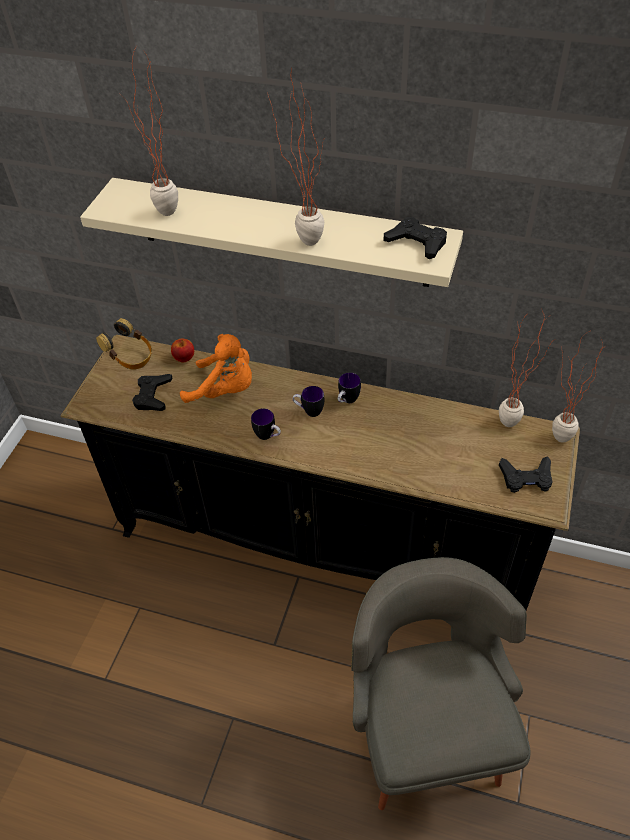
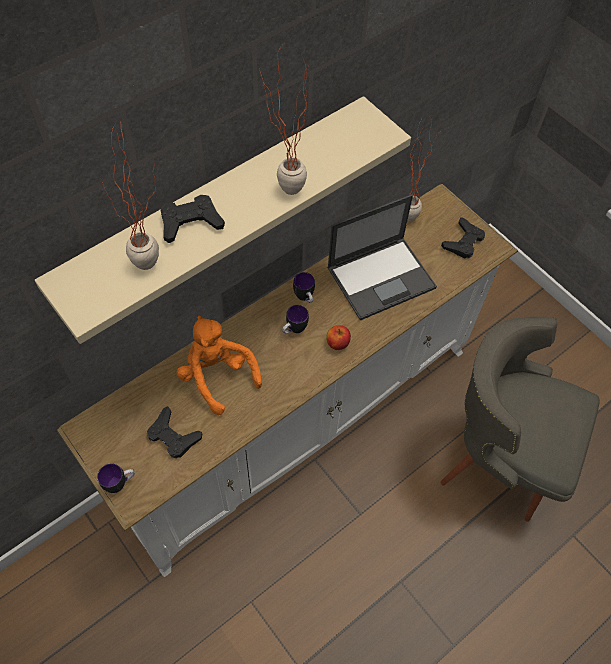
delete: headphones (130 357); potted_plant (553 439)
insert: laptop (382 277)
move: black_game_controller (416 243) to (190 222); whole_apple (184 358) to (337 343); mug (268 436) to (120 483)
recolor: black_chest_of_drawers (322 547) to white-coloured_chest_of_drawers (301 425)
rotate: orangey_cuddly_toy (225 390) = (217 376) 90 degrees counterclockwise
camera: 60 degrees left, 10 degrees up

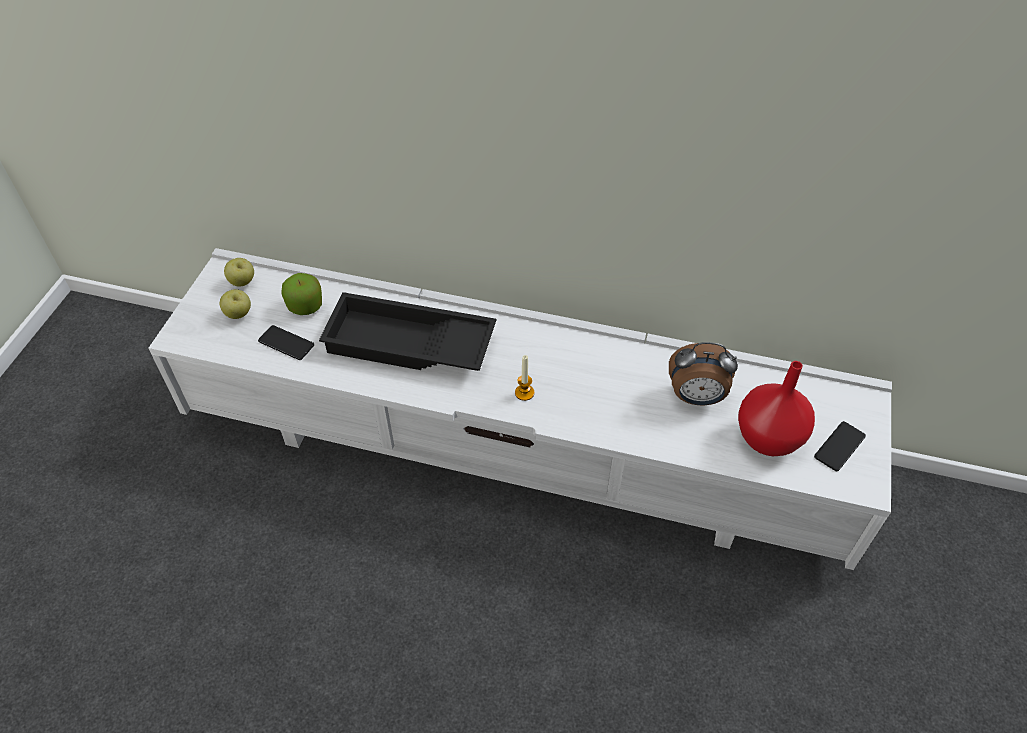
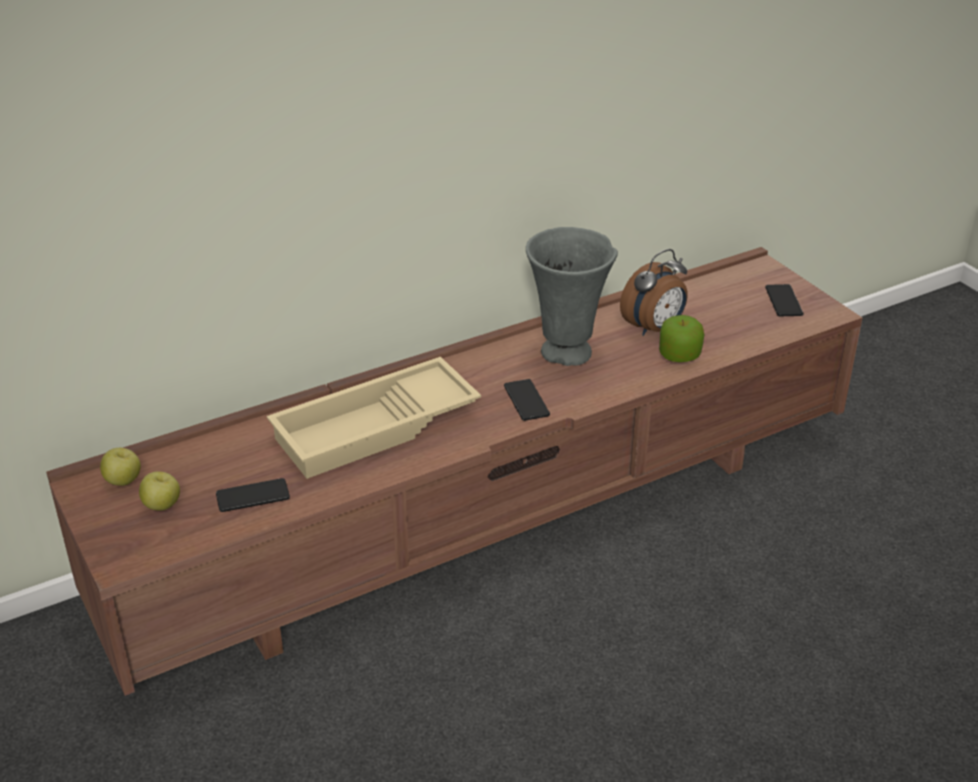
delete: red-coloured_flower_vase (767 440)
insert: grey_flower_vase (567 354)
move: whole_apple (305 306) to (679 355)
replace: wax_light (524 393) to telephone (526 401)
recolor: white-coloured_tv_stand (514 445) to brown-coloured_tv_stand (487 514); black_carrying_tray (408 345) to beige_carrying_tray (376 429)
camera: 45 degrees left, 15 degrees down

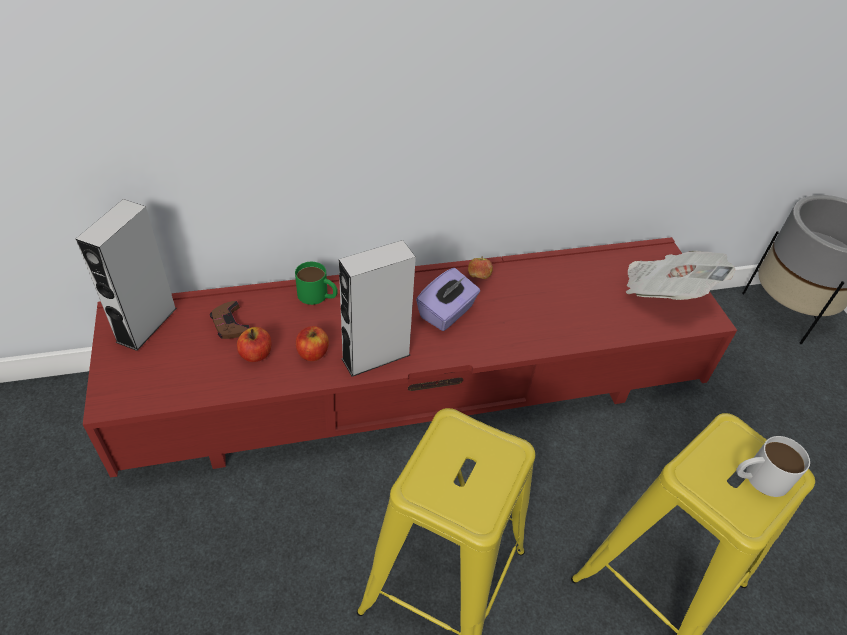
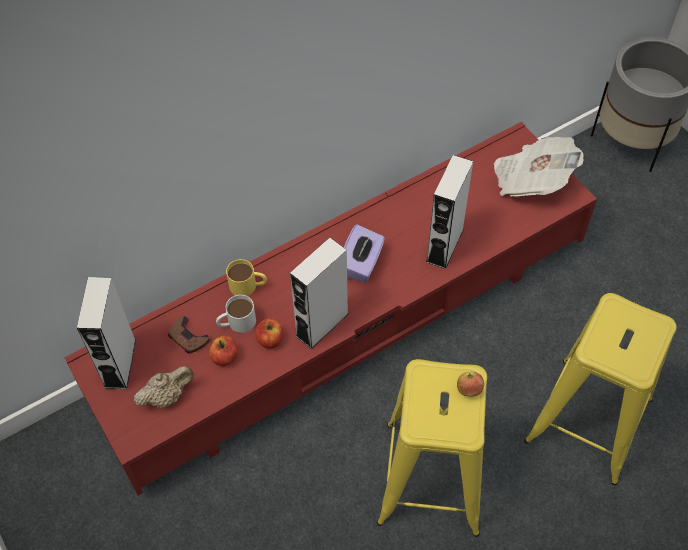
insert: grey_speaker (444 245); beige_teapot (167 396)
move: whole_apple (479 276) to (469 390); white-coloured_mug (759 477) to (236 323)
recolor: green_mug (318 296) to yellow-coloured_mug (248 285)
camera: 15 degrees left, 10 degrees up

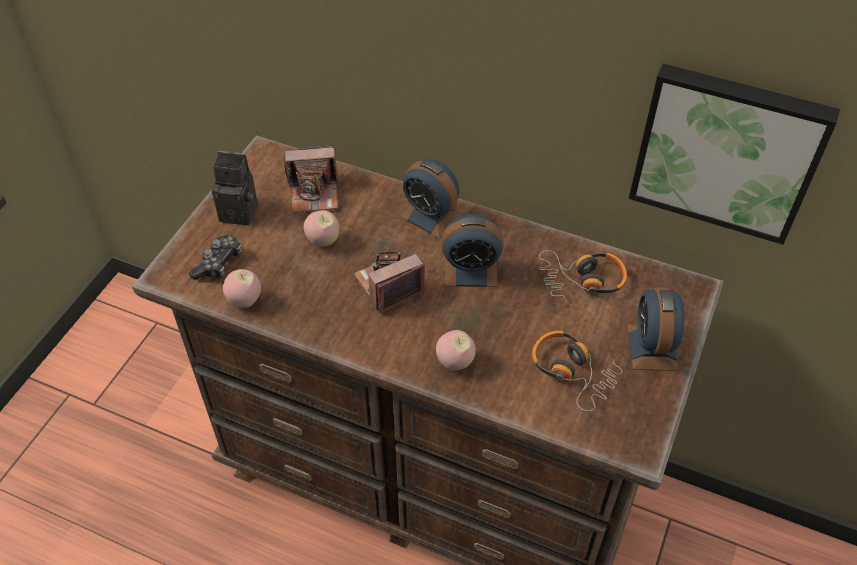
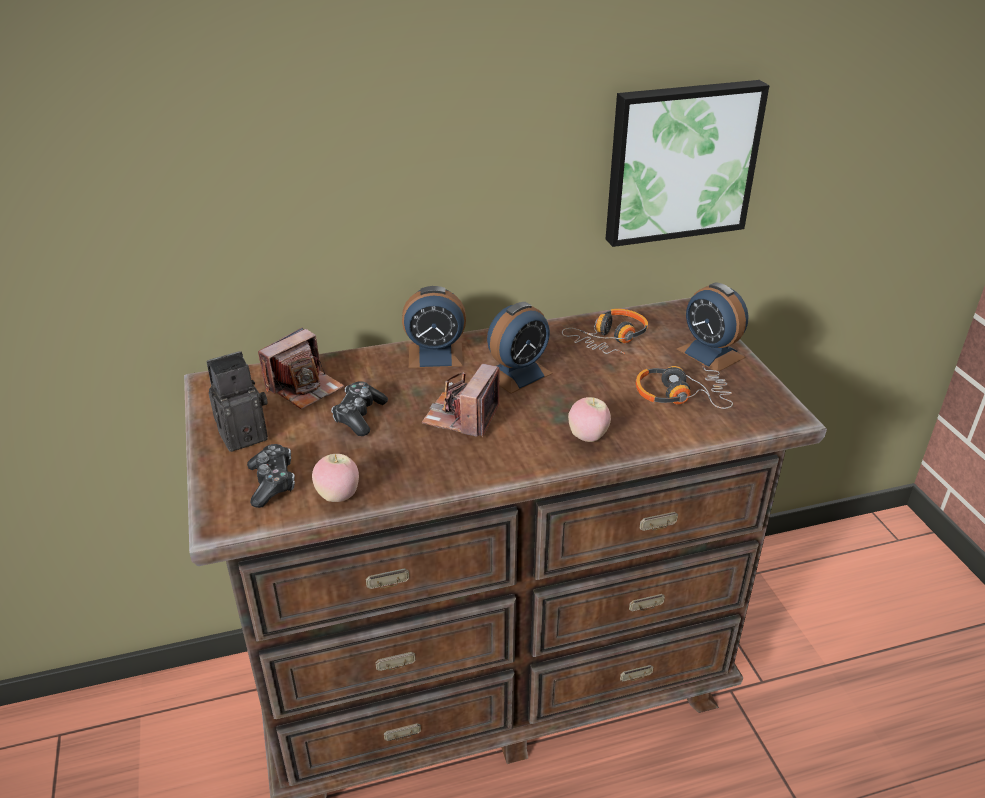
replace: whole_apple (323 241) to game_controller (359 416)
camera: 40 degrees left, 15 degrees down

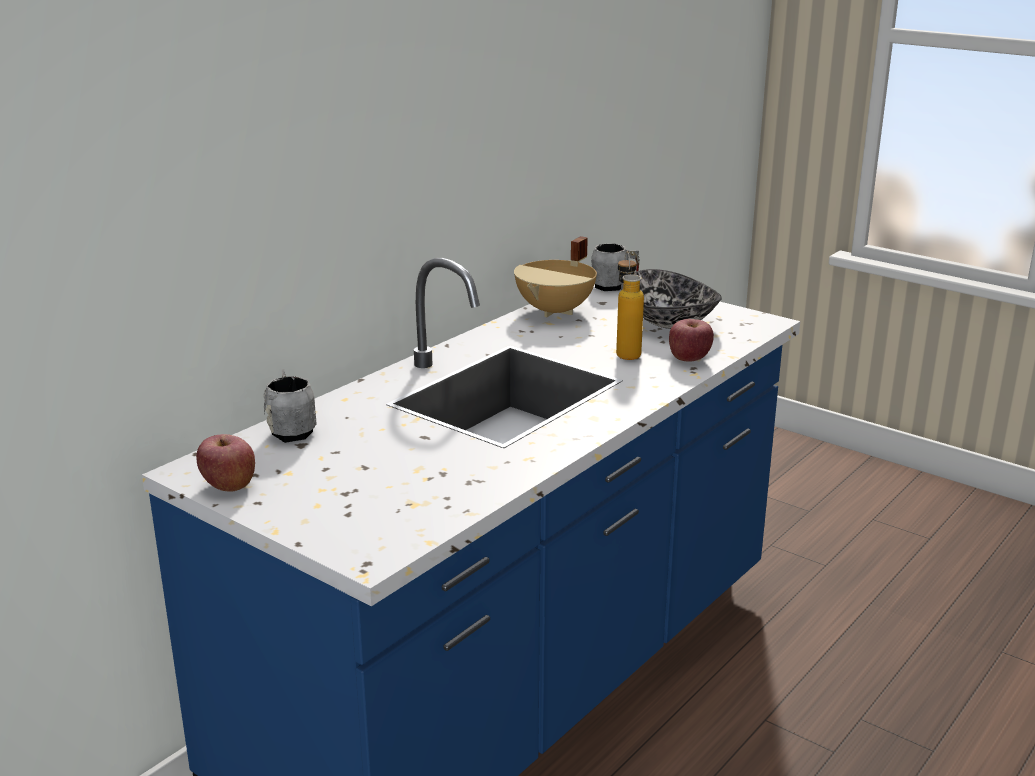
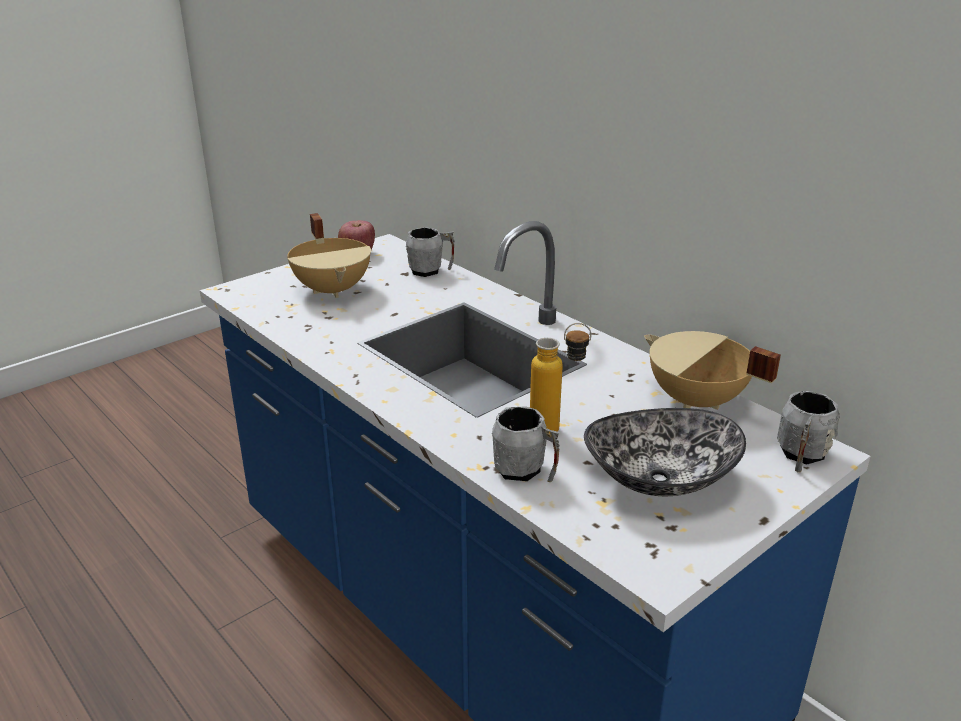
insert: beige_stockpot (333 290)
replace: whole_apple (689 359) to grey_mug (525 471)
camera: 100 degrees right, 5 degrees up

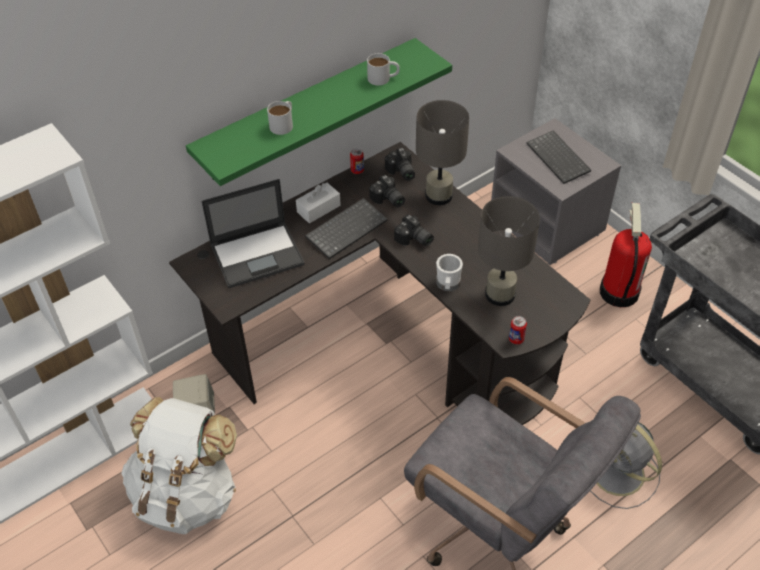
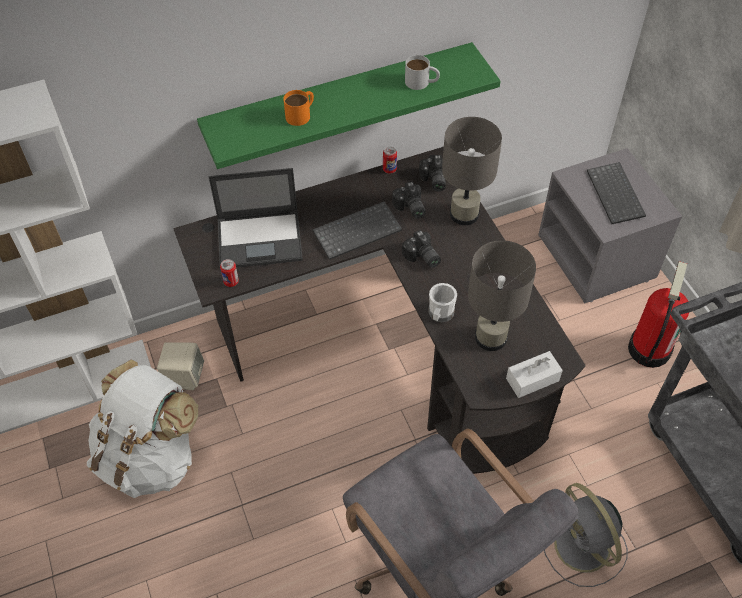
move: white-coloured_tissue_box (318 209) to (532 379); sealed_can (516 339) to (231 282)
recolor: white-coloured_mug (283 124) to orangey_mug (301 114)
camera: 15 degrees right, 5 degrees up

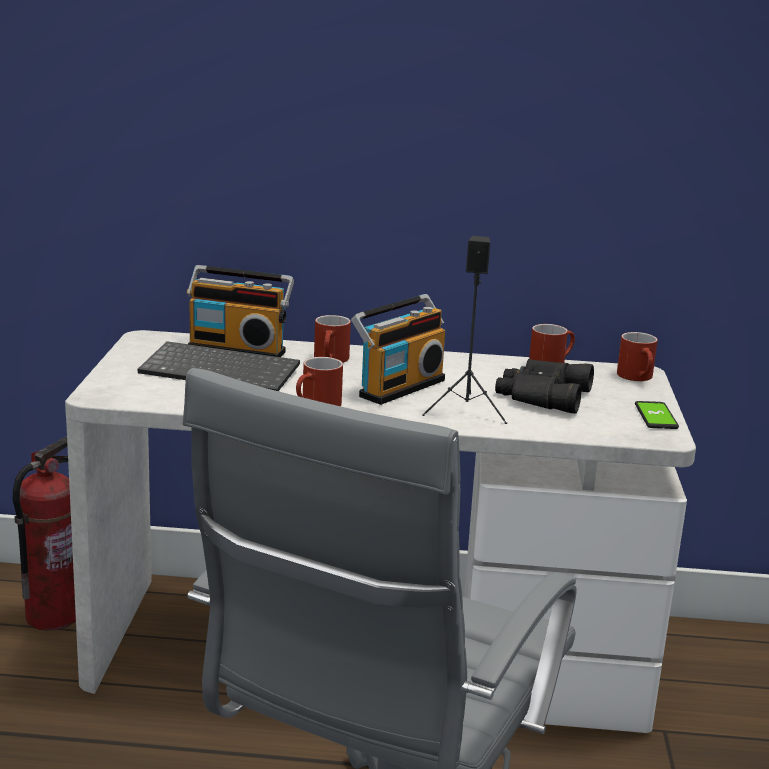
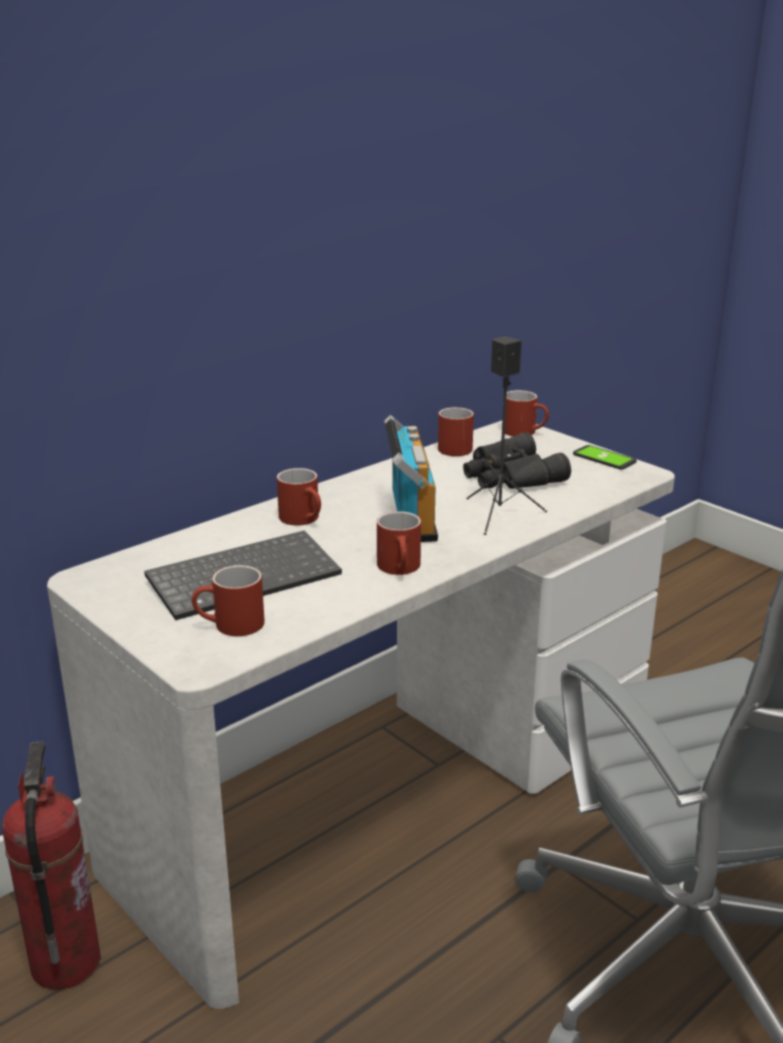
delete: radio (238 349)
insert: red-coloured_mug (230 626)
camera: 45 degrees left, 5 degrees up

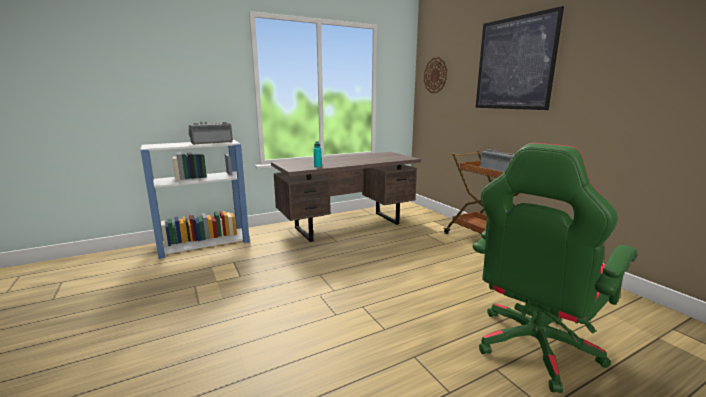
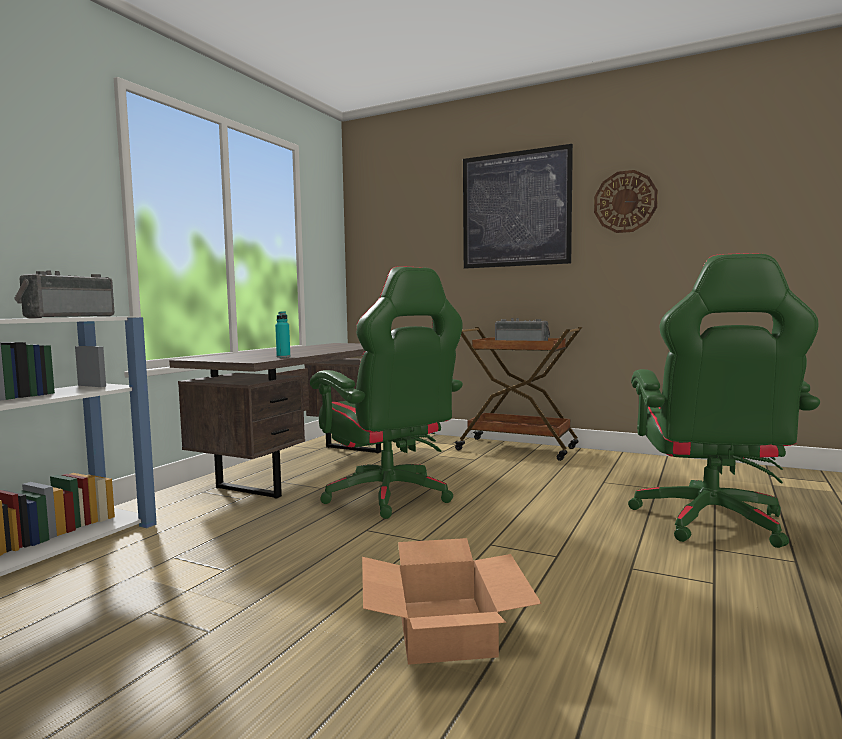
insert: green_desk_chair (387 495); cardboard_box (445 628)
move: clock_on_the_wall (435 75) to (625 202)
camera: 35 degrees left, 10 degrees down

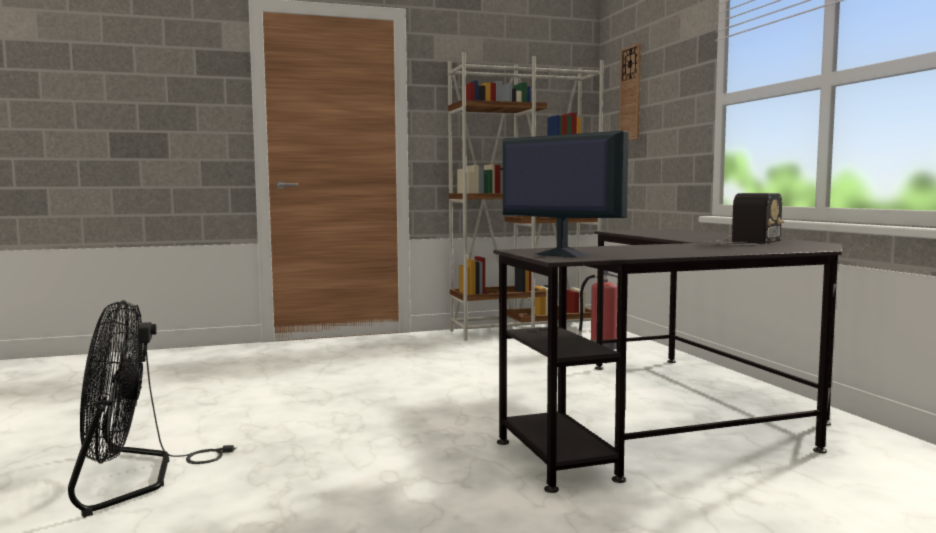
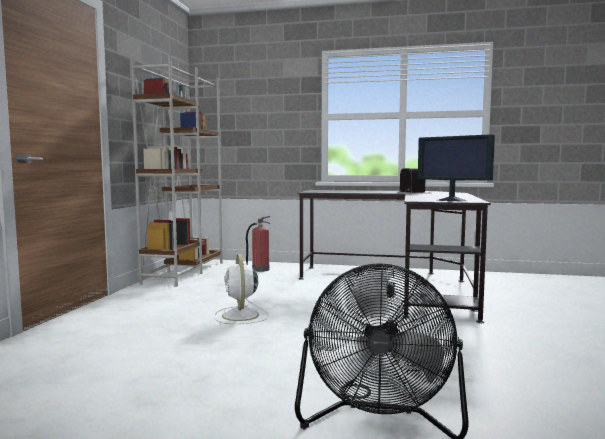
delete: clock_on_the_wall (631 93)
insert: white-coloured_fan (240 316)
rotate: computer_screen (560 254) = (452 200) 120 degrees counterclockwise
camera: 60 degrees left, 0 degrees up

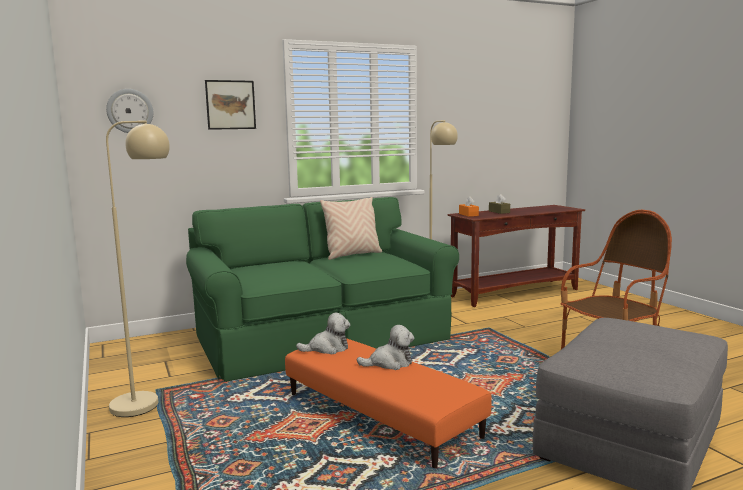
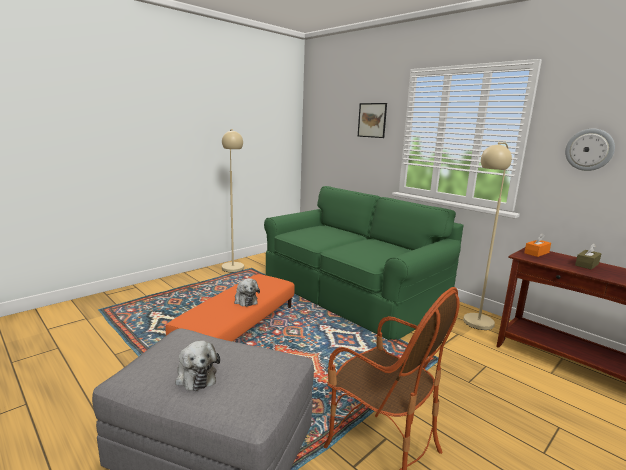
delete: beige_pillow (352 255)
move: clock_on_the_wall (130 111) to (589 149); cuddly_toy (327 348) to (195 375)
camera: 70 degrees right, 5 degrees up

